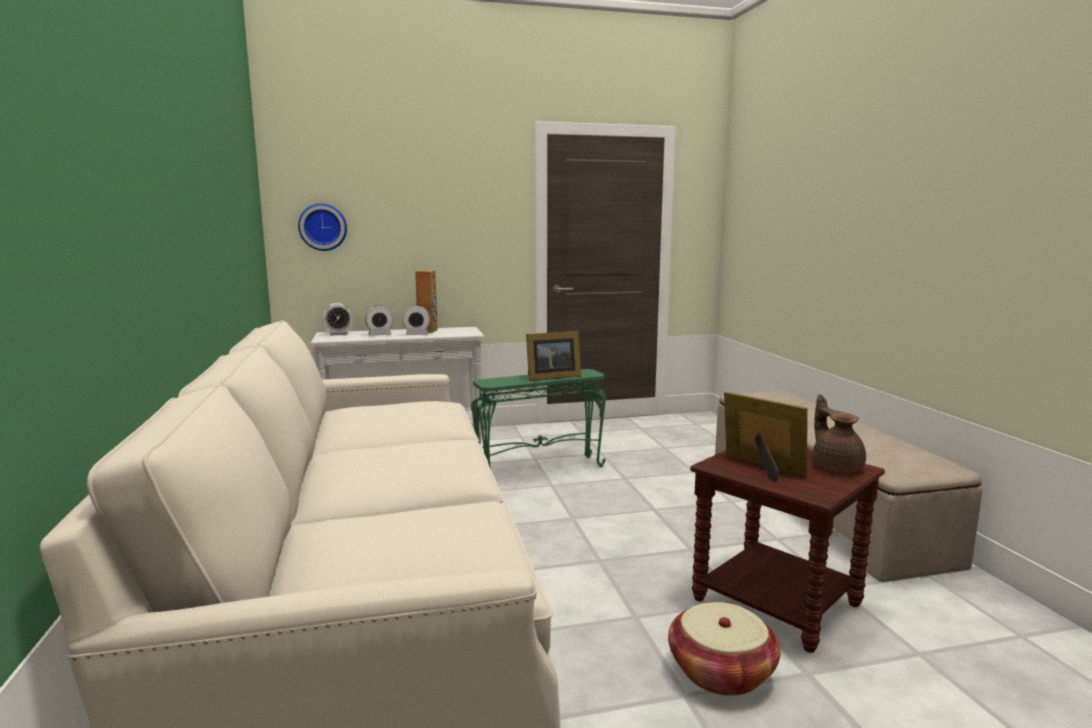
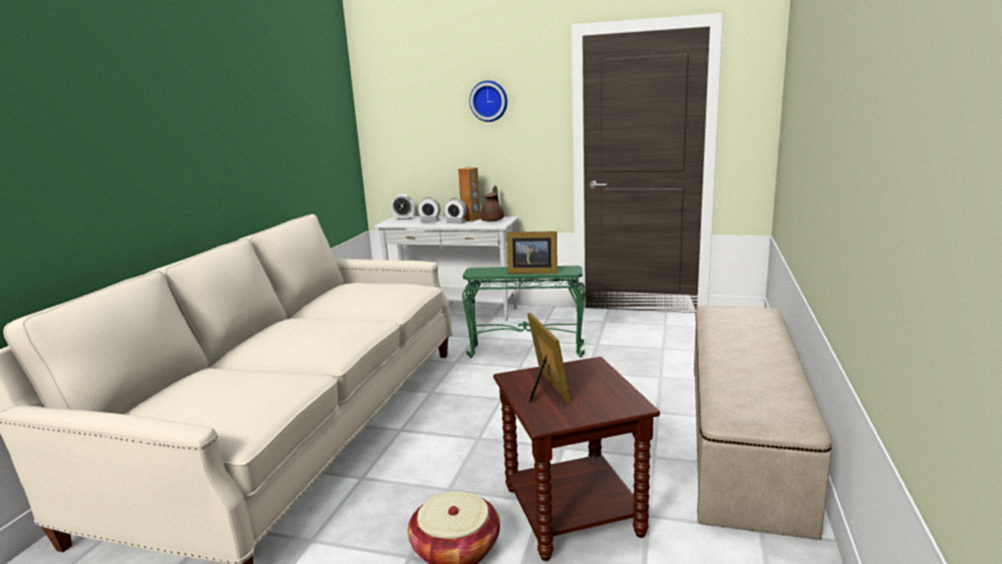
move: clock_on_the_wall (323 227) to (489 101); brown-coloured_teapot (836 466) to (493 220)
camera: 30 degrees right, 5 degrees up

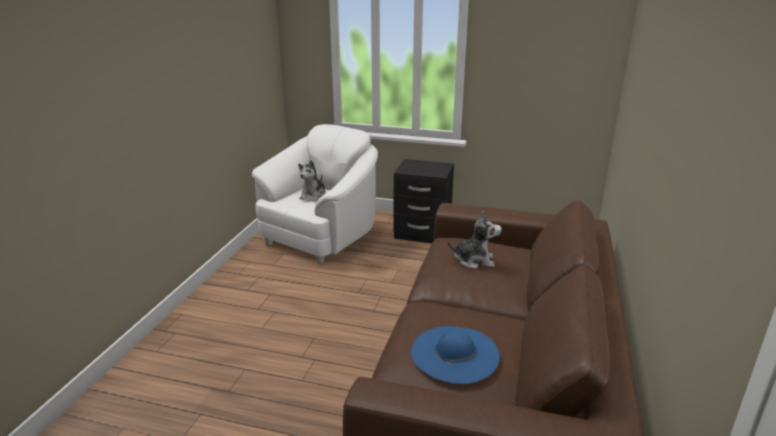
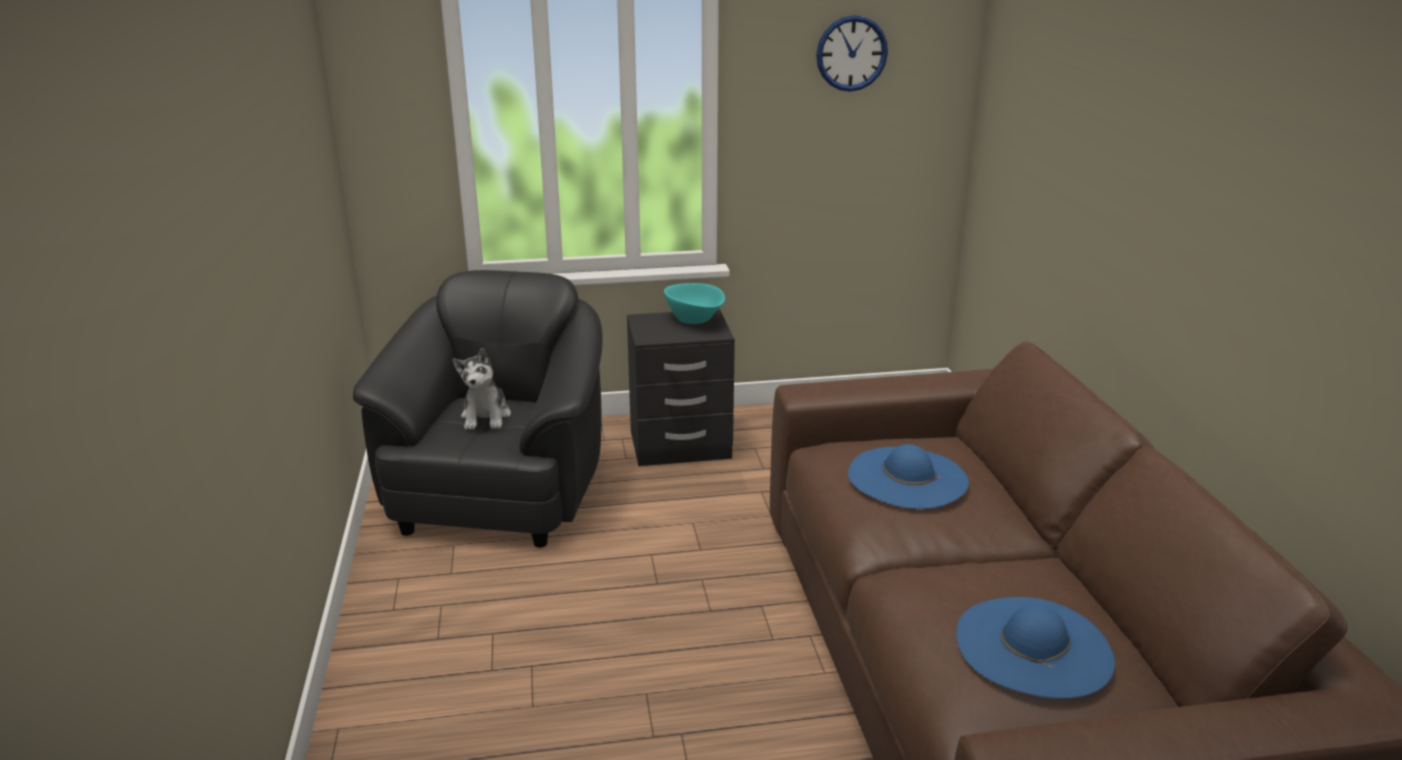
insert: clock_on_the_wall (851 53); blue-green_deep_dish (696 321)
replace: cuddly_toy (474 260) to blue-coloured_clothing_hat (907 477)
recolor: white-coloured_lounge_chair (321 237) to black_lounge_chair (501 494)
camera: 25 degrees left, 0 degrees up

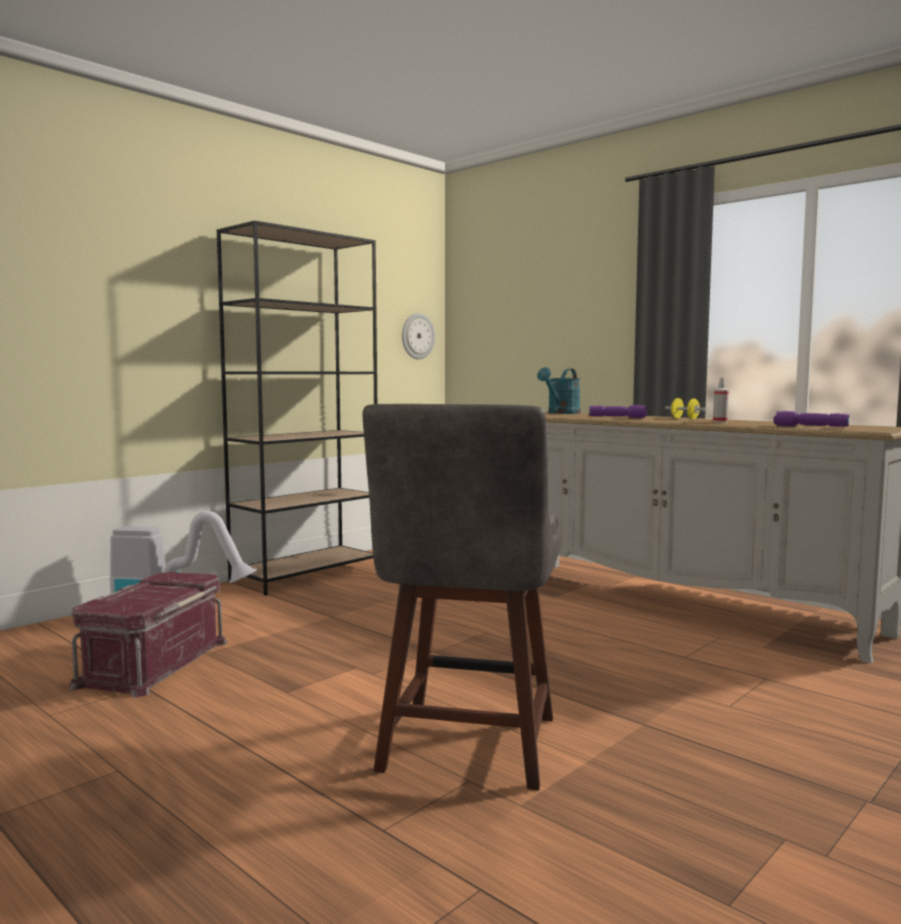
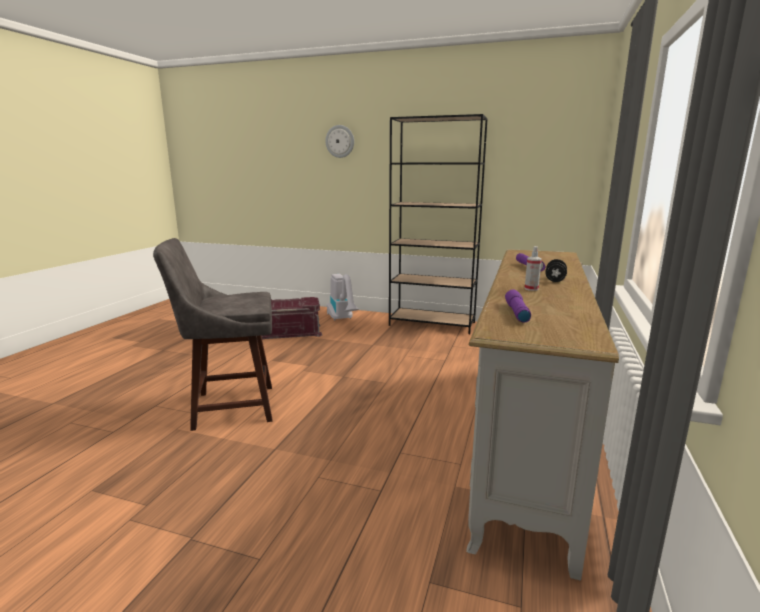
delete: blue-green_watering_can (561 413)
move: clock_on_the_wall (417 336) to (340 141)
recolor: yellow-coloured_hand_weight (685 418) to black_hand_weight (555 280)
camera: 65 degrees right, 10 degrees up

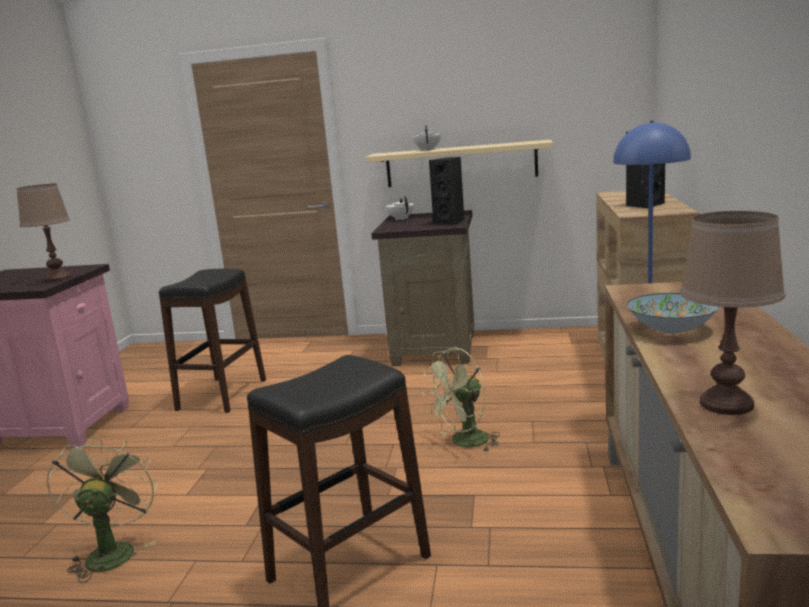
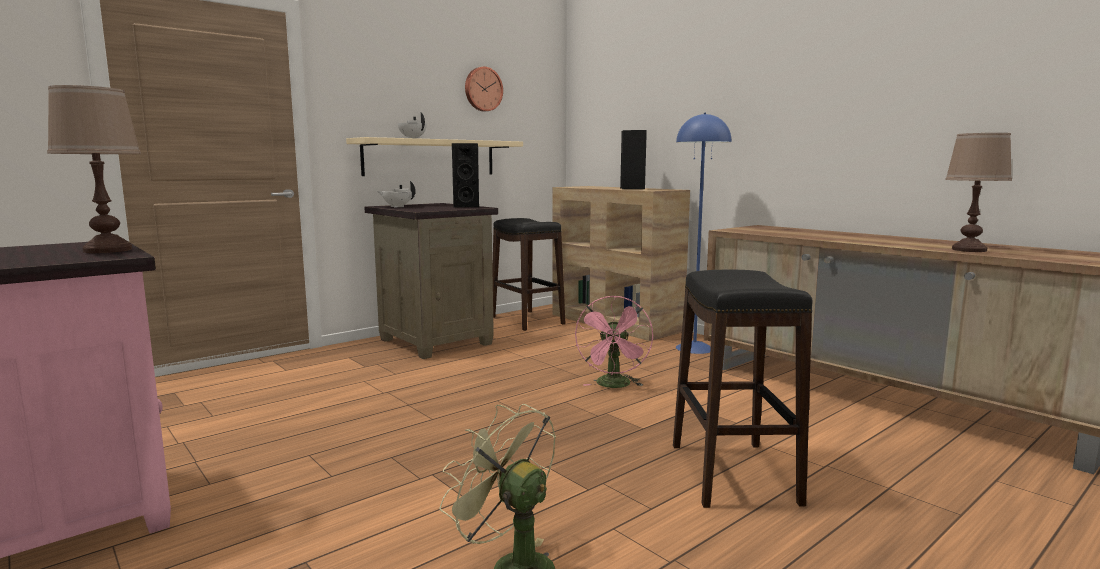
delete: deep_dish (671 329)
insert: clock_on_the_wall (482 89)
move: black_stool_seat (222 394) to (527 320)
recolor: green_fan (464 443) to pink_fan (614 386)
camera: 50 degrees left, 5 degrees down

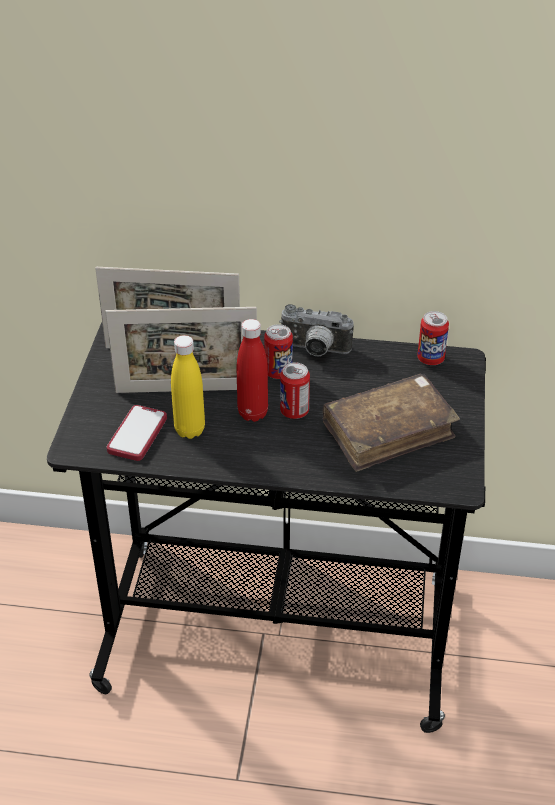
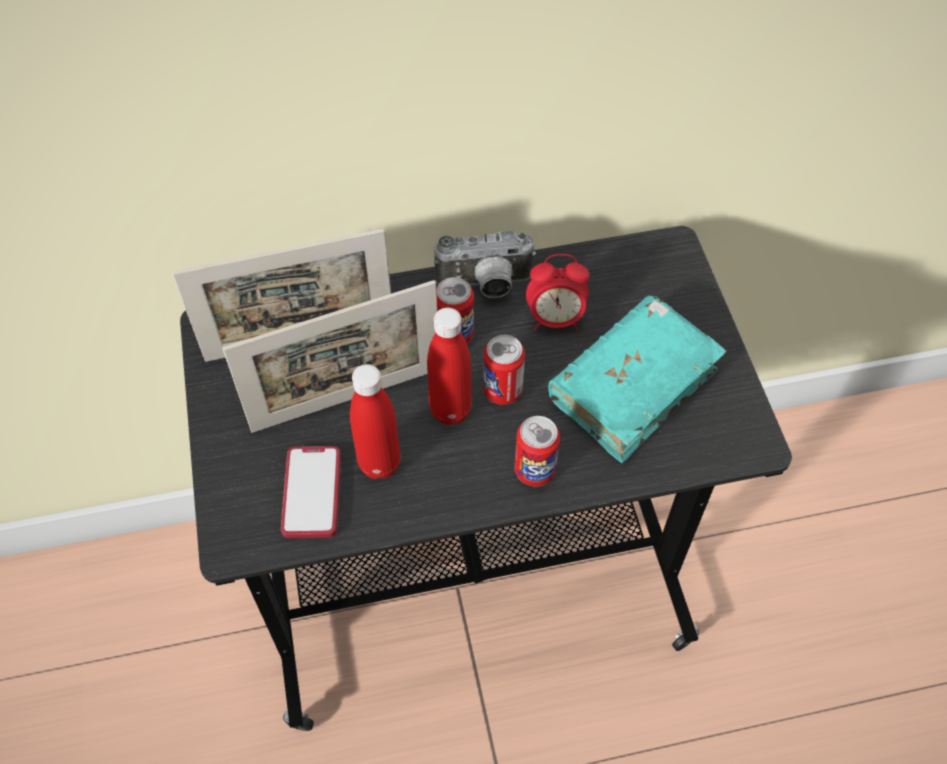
insert: alarm_clock (555 319)
move: sealed_can (430 359) to (534 470)
recolor: yellow-coloured_drink_bottle (189 430) to red-coloured_drink_bottle (379 463); brown-coloured_book (388 432) to blue-green_book (633 387)
camera: 20 degrees left, 15 degrees up

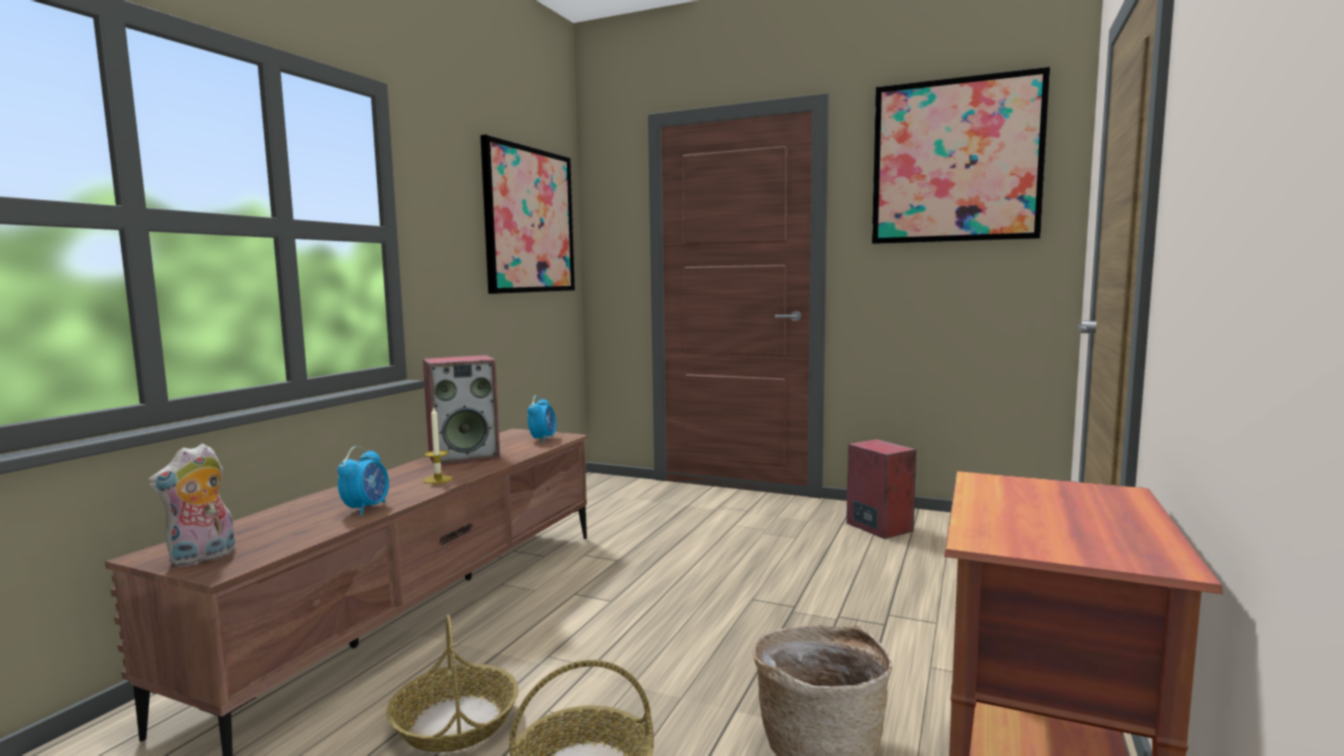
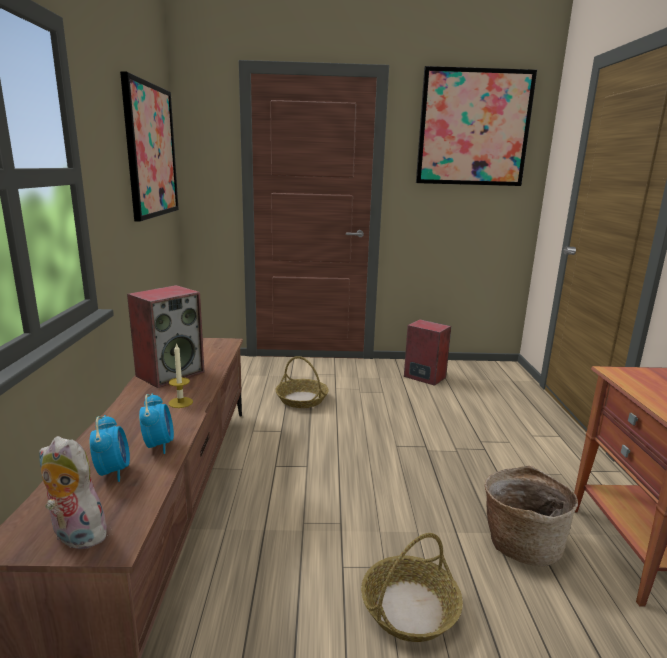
move: alarm_clock (543 439) to (113 471); storage_basket (455 721) to (301 399)
rotate: cuddly_toy (203 558) = (75 536) 105 degrees clockwise
camera: 25 degrees left, 10 degrees up

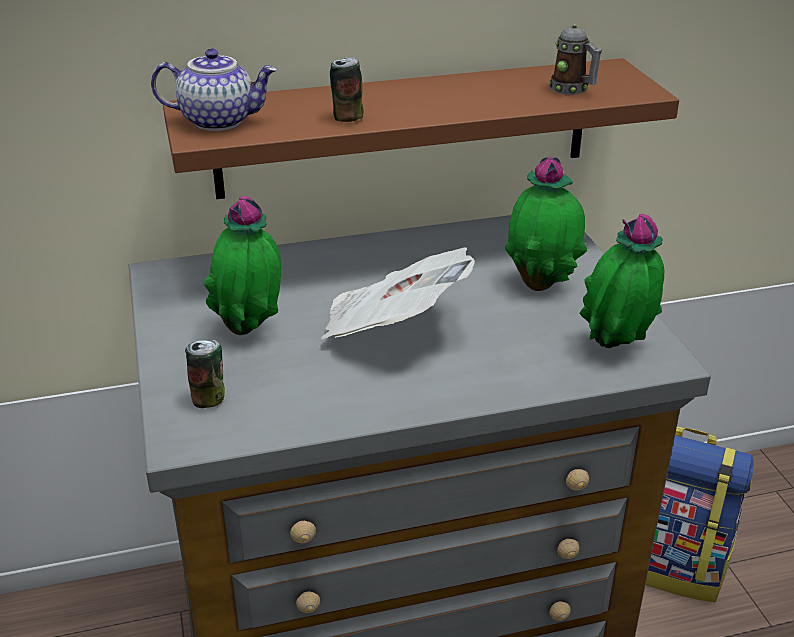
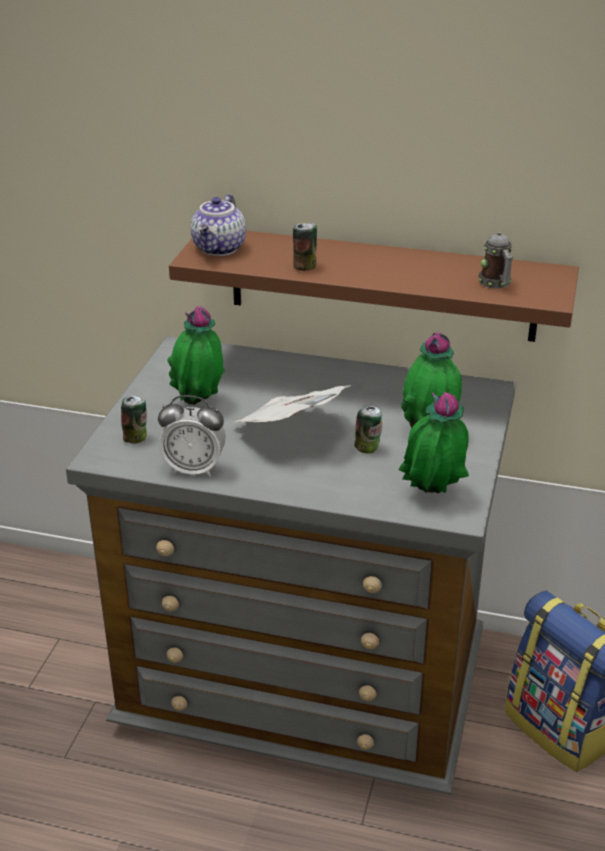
insert: alarm_clock (194 469); sealed_can (368 448)
rotate: teapot (219 121) = (220 249) 75 degrees clockwise
camera: 30 degrees right, 0 degrees up

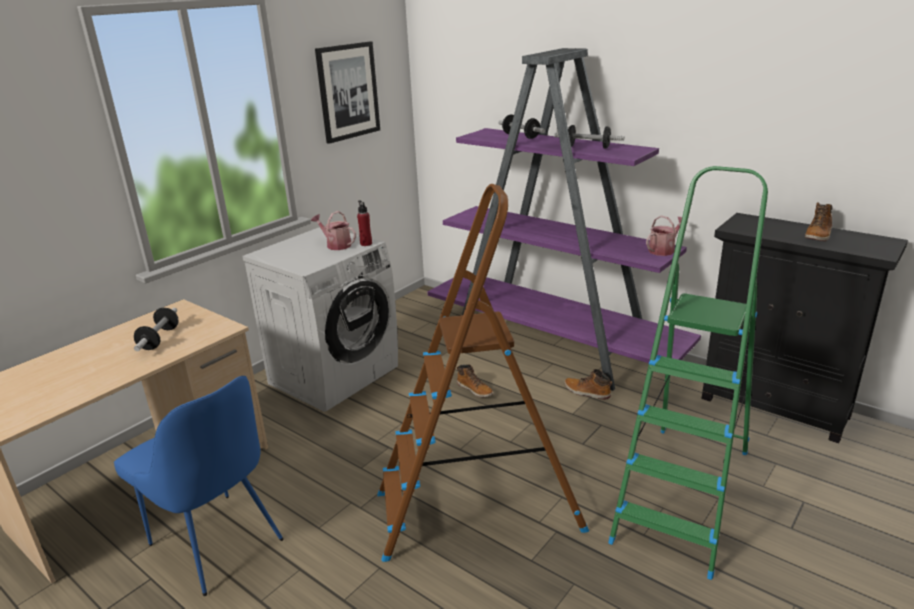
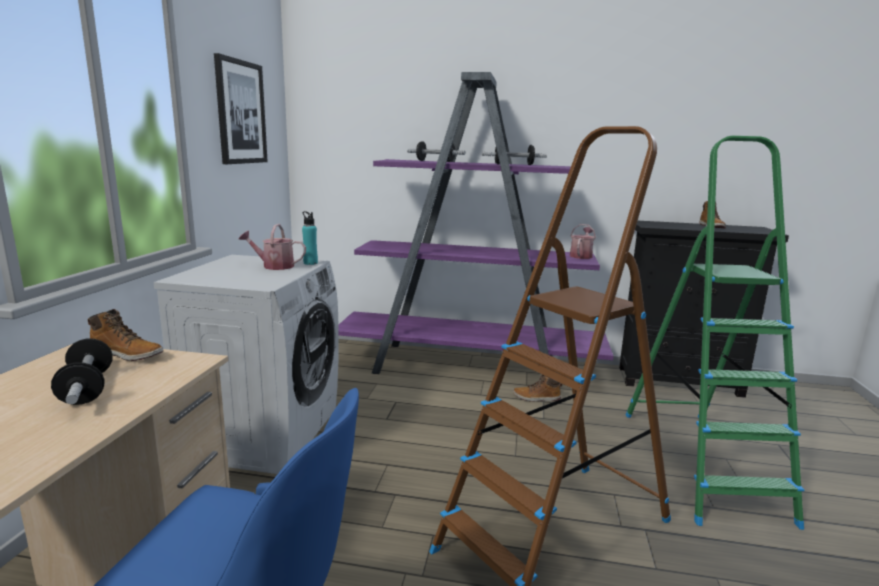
move: boot (475 389) to (128 354)
recolor: red-coloured_drink_bottle (366 244) to blue-green_drink_bottle (310 263)
camera: 30 degrees left, 10 degrees down

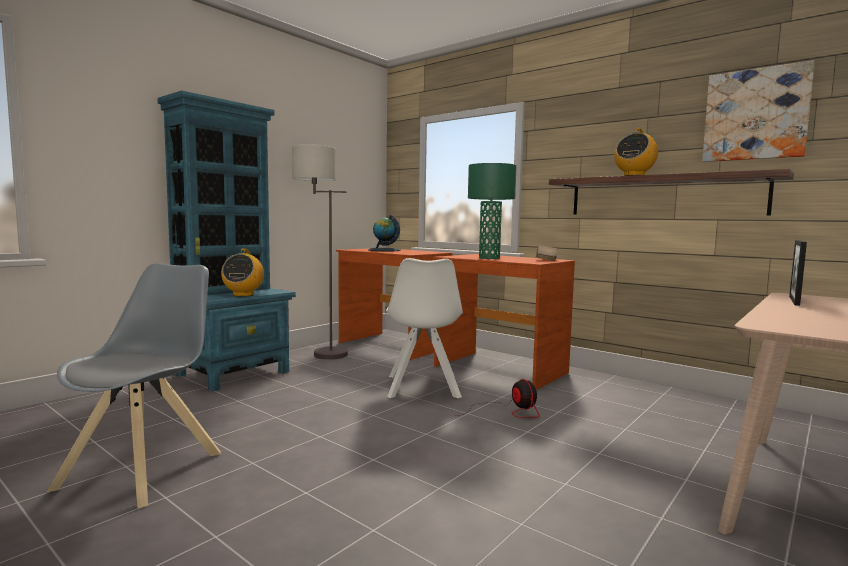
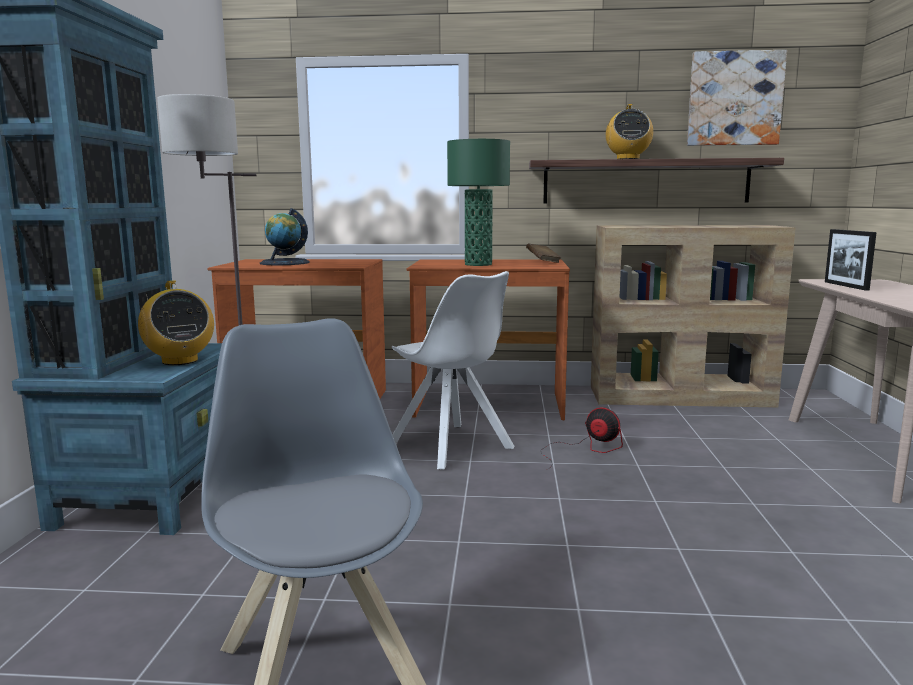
insert: brown-coloured_shelving_unit (678 396)
camera: 35 degrees left, 5 degrees up

